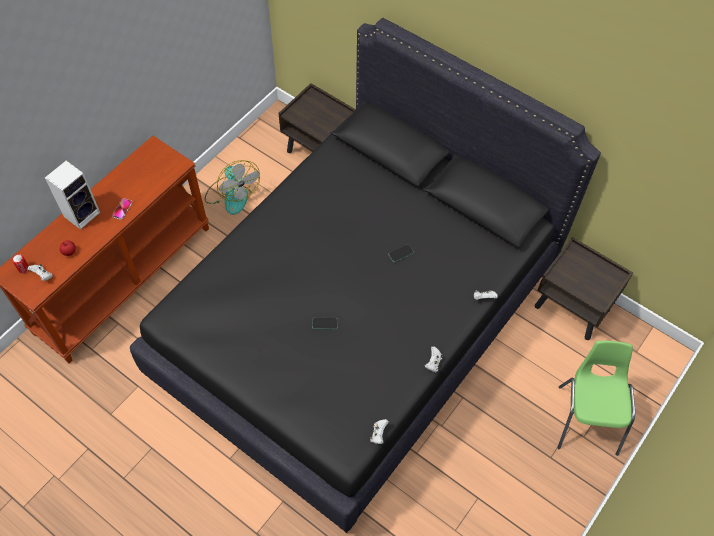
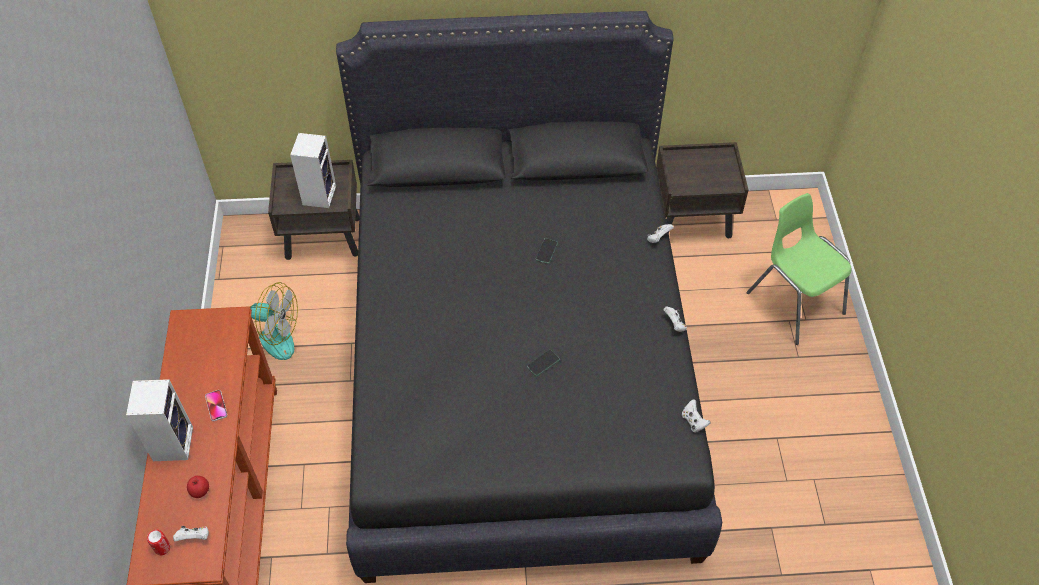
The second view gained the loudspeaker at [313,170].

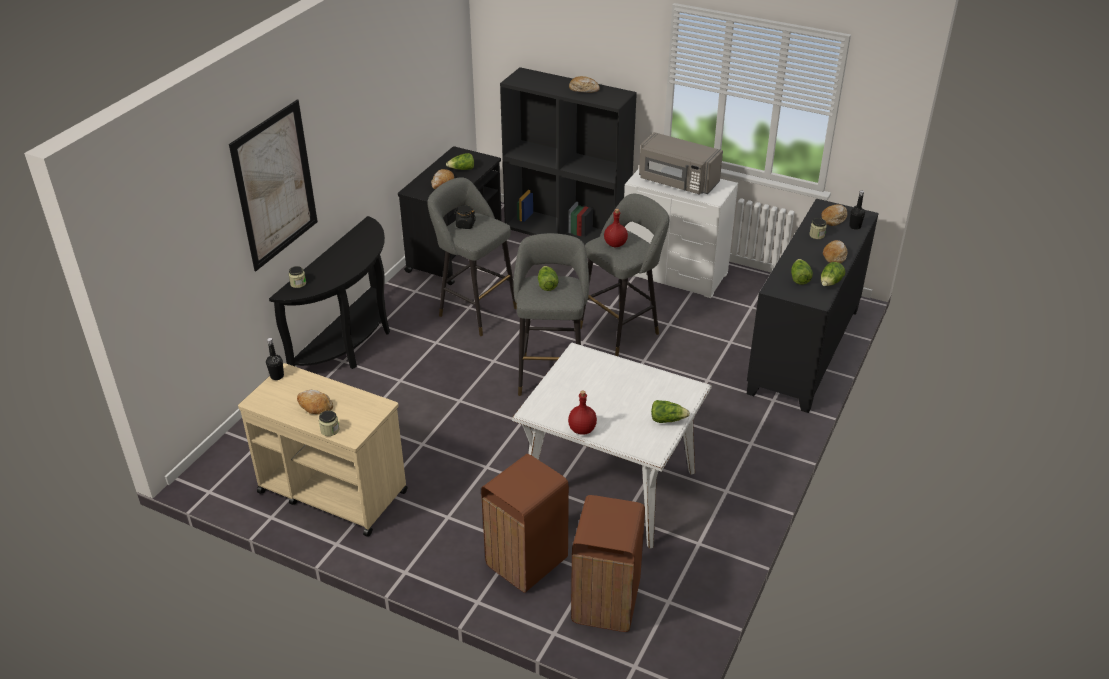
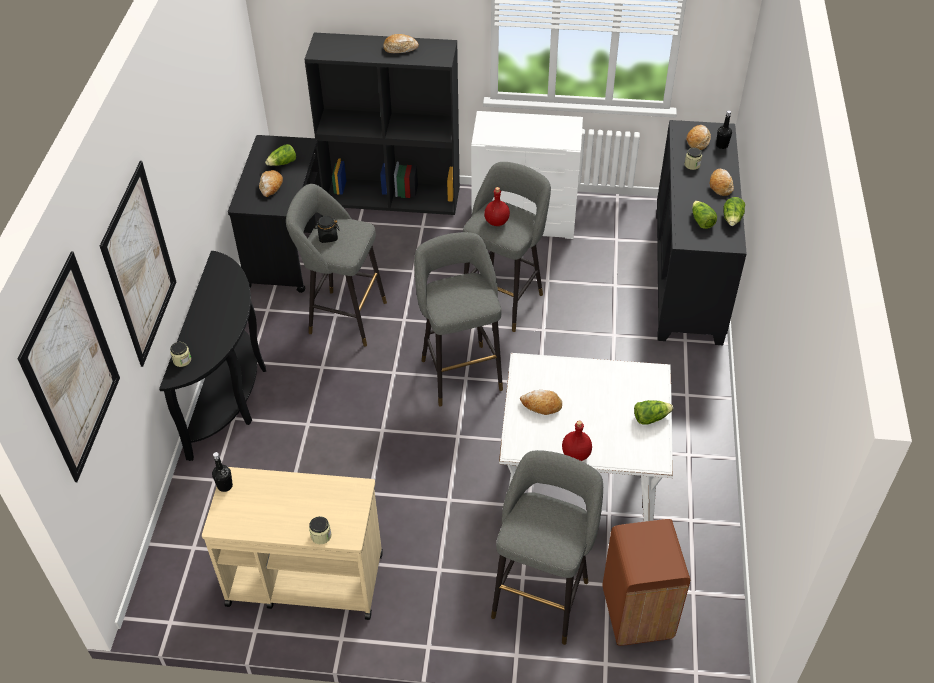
The bread ended up elsewhere, having gone from [315,402] to [541,402]. Where the waste bin (brown-coloured) stood at [525,523], the stool seat (gray) came to stand at [547,547]. The second view lost the head of lettuce at [548,278]. The second view lost the kitchen microwave (gray) at [681,163]. The second view gained the wall art at [69,366].

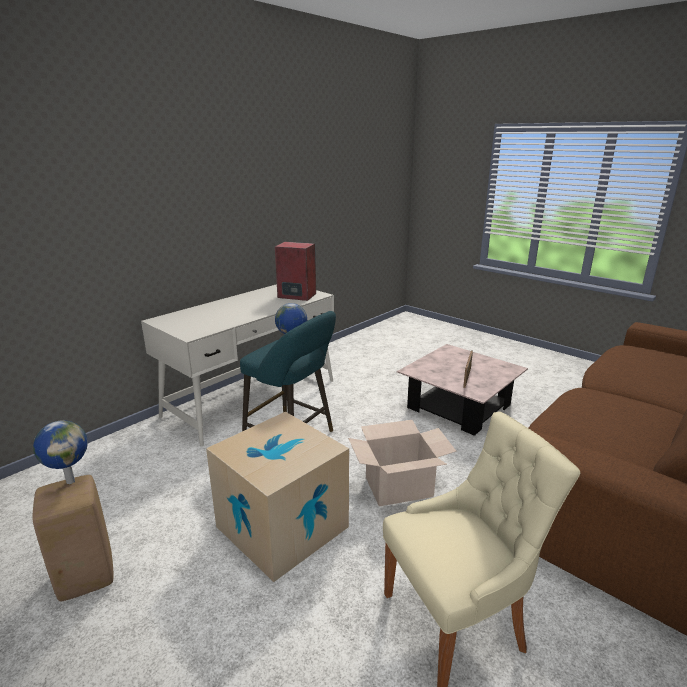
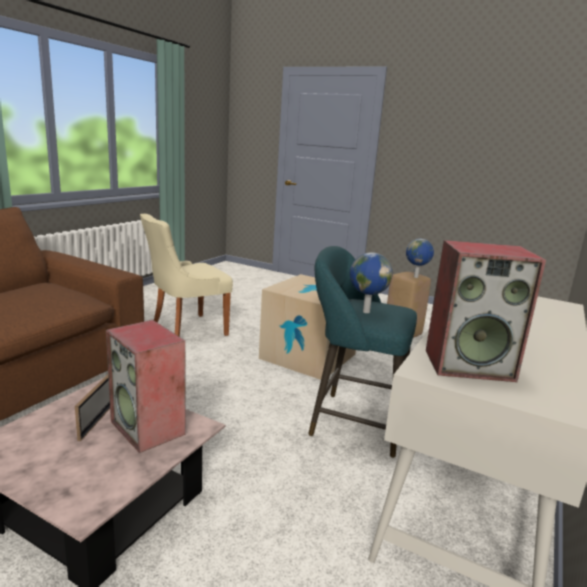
The second view lost the cardboard box at [402,463]. The second view gained the loudspeaker at [146,386].

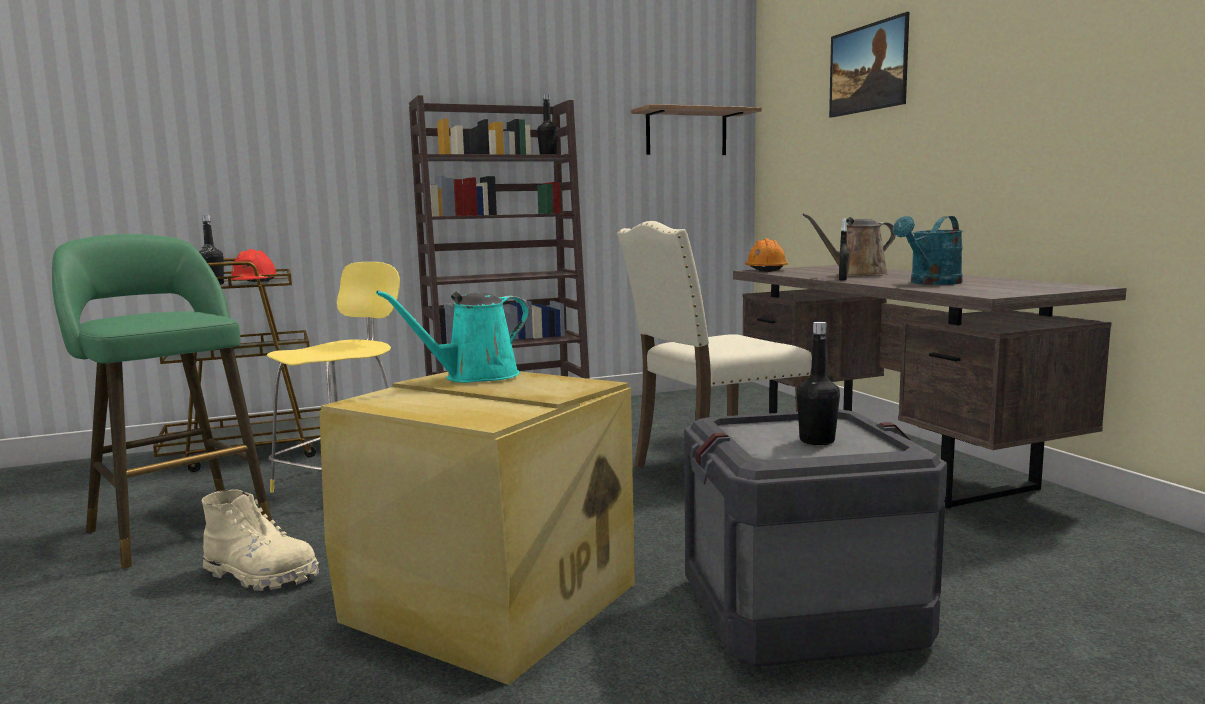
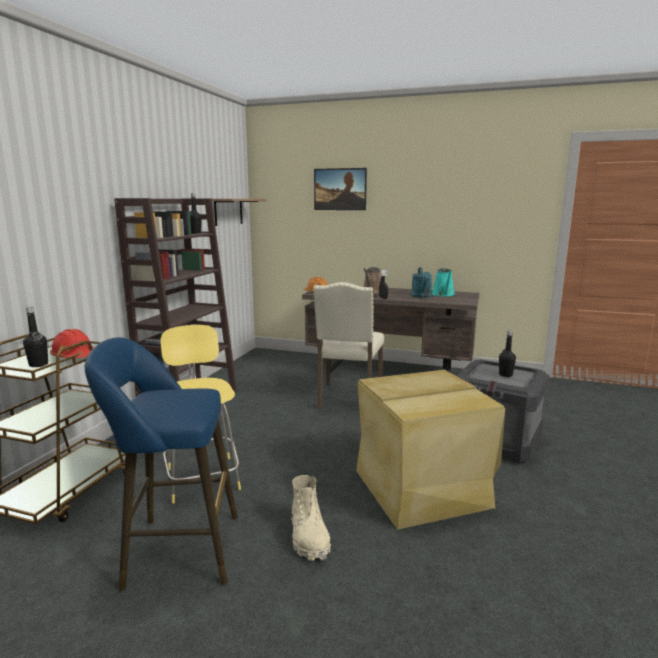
What was the stool seat (greenish) at [162,401] turned into the stool seat (blue-coloured) at [161,464]. The boot (sand-coloured) at [260,540] ended up facing another way, 105 degrees clockwise from before. The sprinkling can (blue-green) ended up elsewhere, having gone from [452,336] to [443,282].

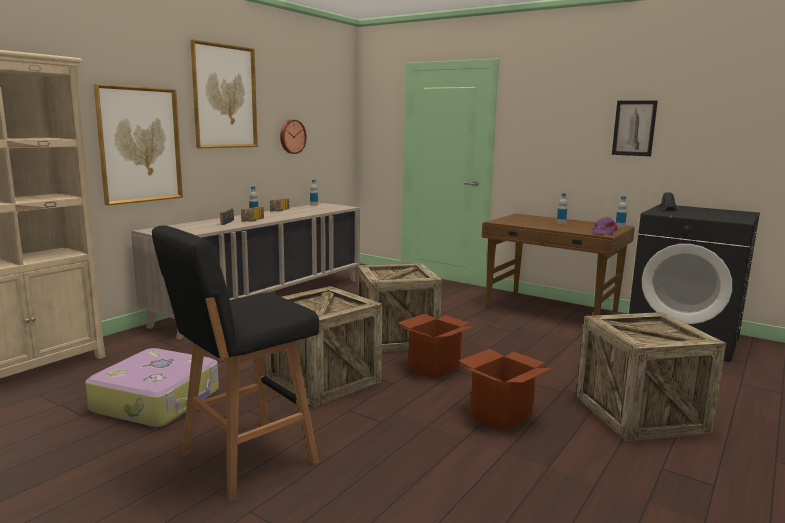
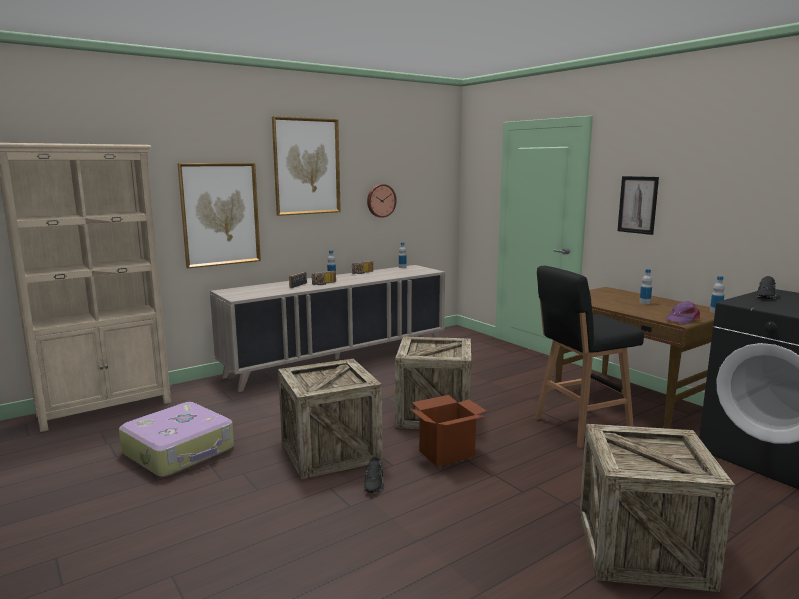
The stool seat (blackish) ended up elsewhere, having gone from [235,363] to [589,357]. The second view lost the cardboard box at [505,390]. The wall art ended up elsewhere, having gone from [635,128] to [638,205]. The second view gained the item of footwear (blackish) at [374,475].

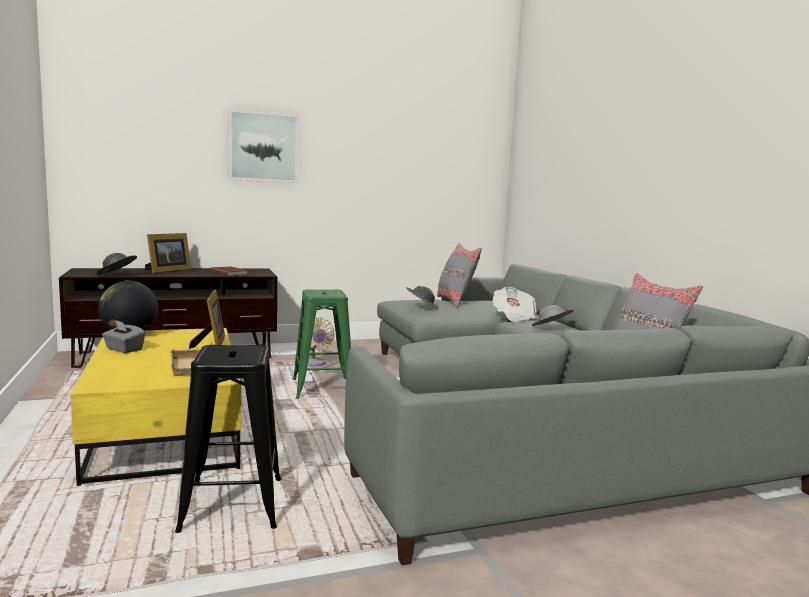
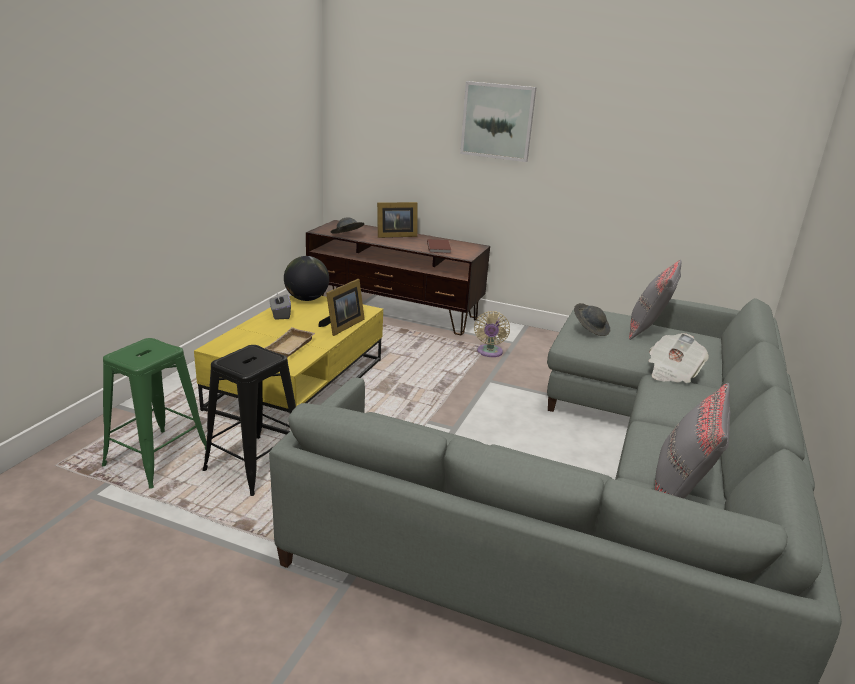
The stool seat (greenish) ended up elsewhere, having gone from [322,344] to [154,413]. The second view lost the clothing hat (gray) at [553,315].

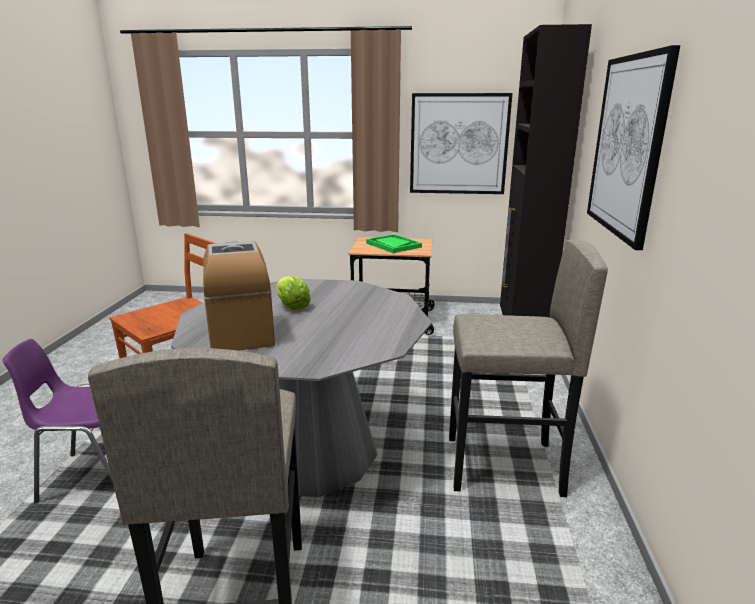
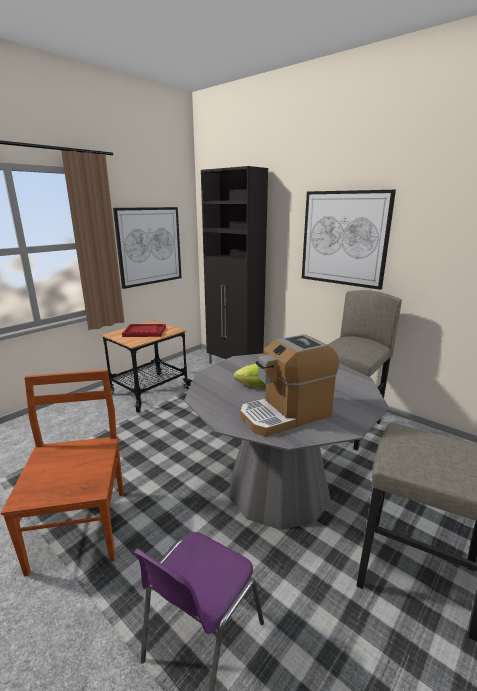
The coffee machine at [239,296] ended up facing another way, 45 degrees counterclockwise from before. What was the serving tray (greenish) at [394,243] turned into the serving tray (red) at [144,330].

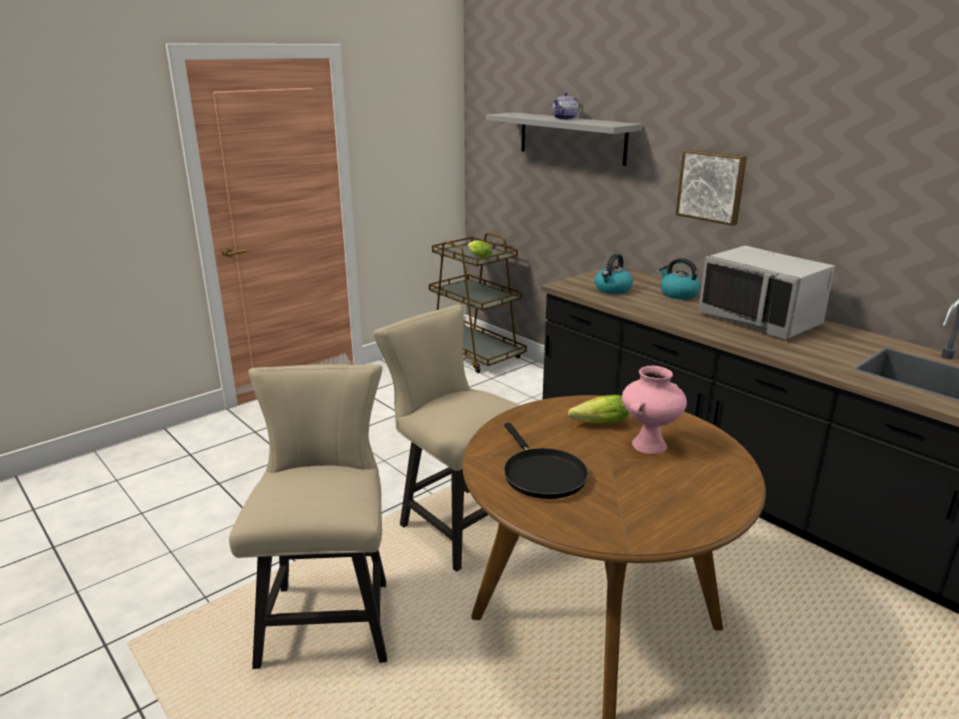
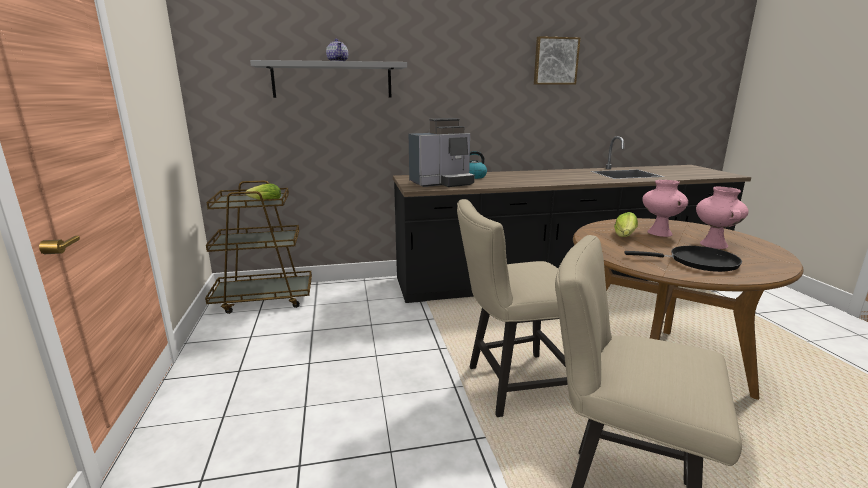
Where the kettle stood at [613,274], the coffee machine came to stand at [442,152]. The wall art ended up elsewhere, having gone from [711,187] to [557,60]. The second view lost the kitchen microwave (gray) at [766,292]. The second view gained the flower vase (pink) at [722,217].

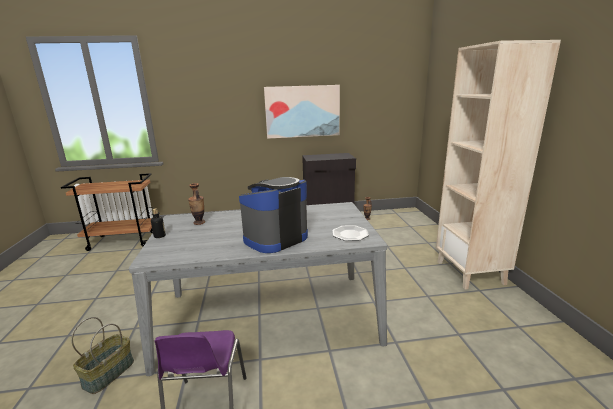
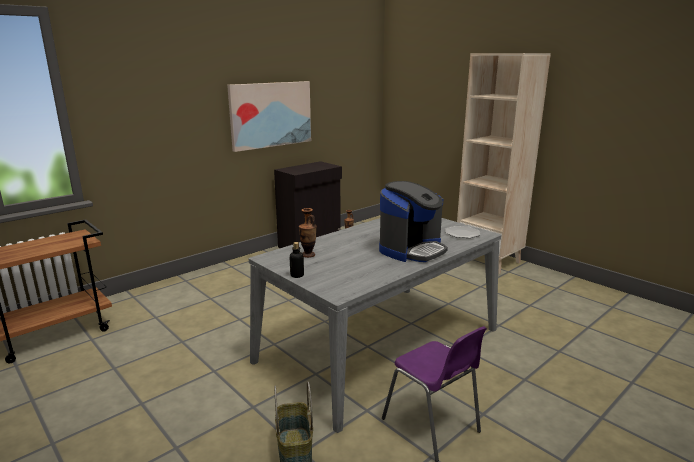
The coffee machine at [273,215] ended up facing another way, 150 degrees counterclockwise from before.

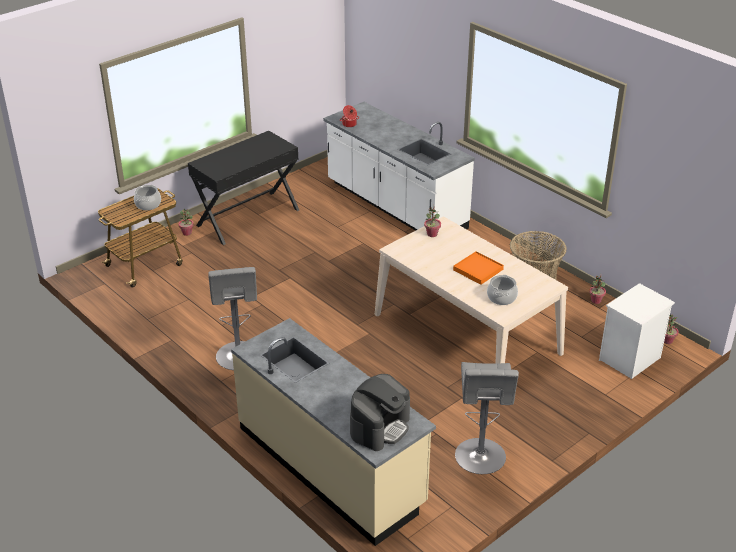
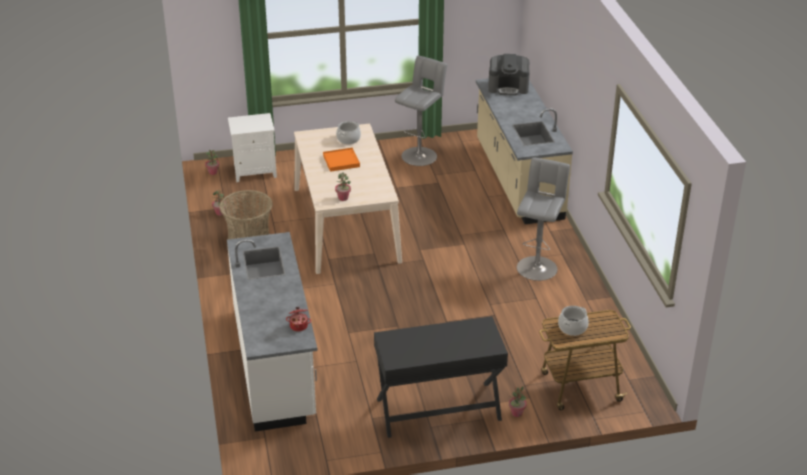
The coffee machine at [380,412] ended up facing another way, 150 degrees counterclockwise from before.

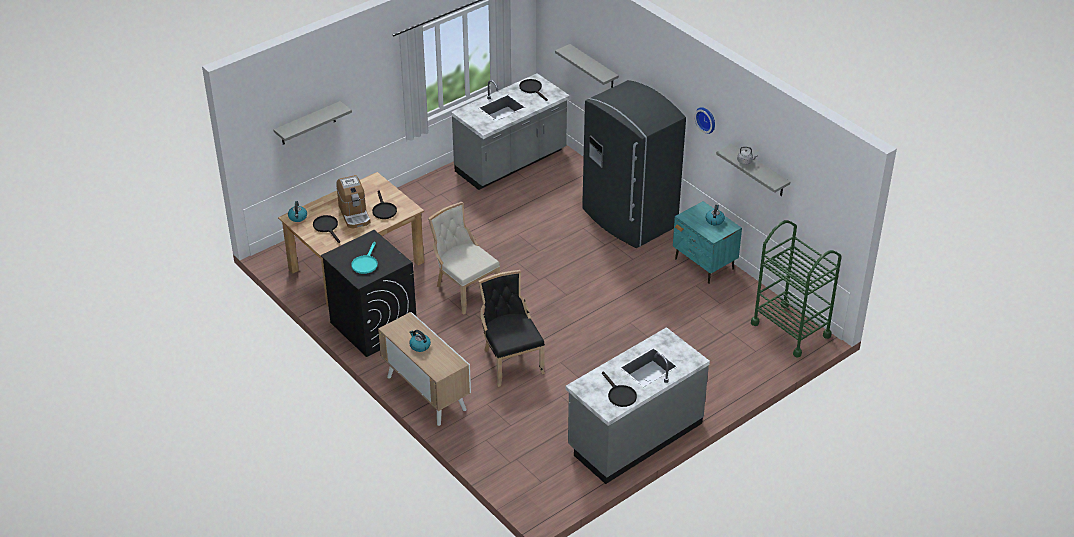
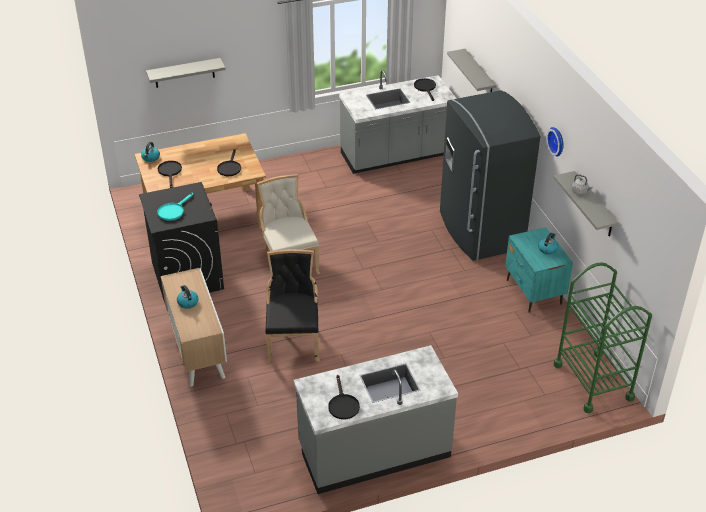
The second view lost the coffee machine at [353,202].

